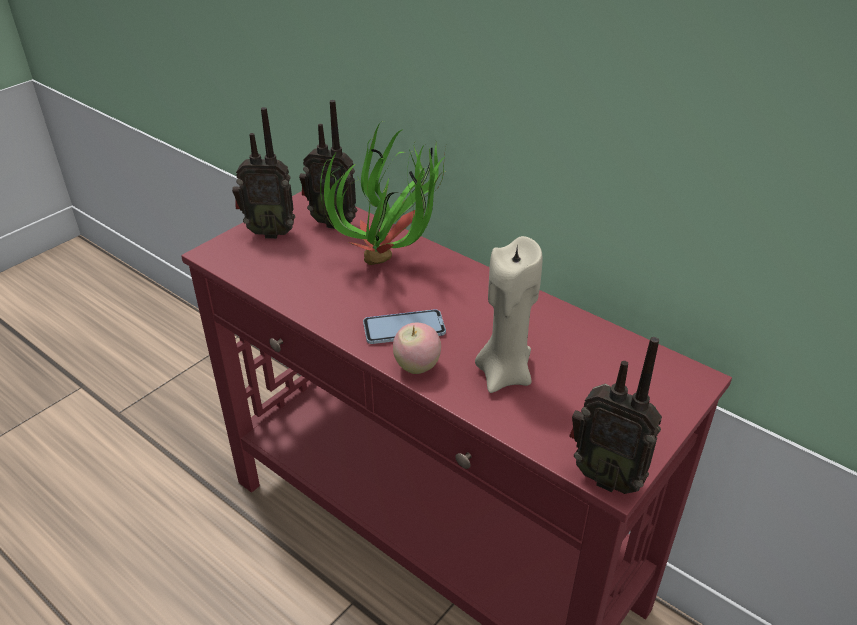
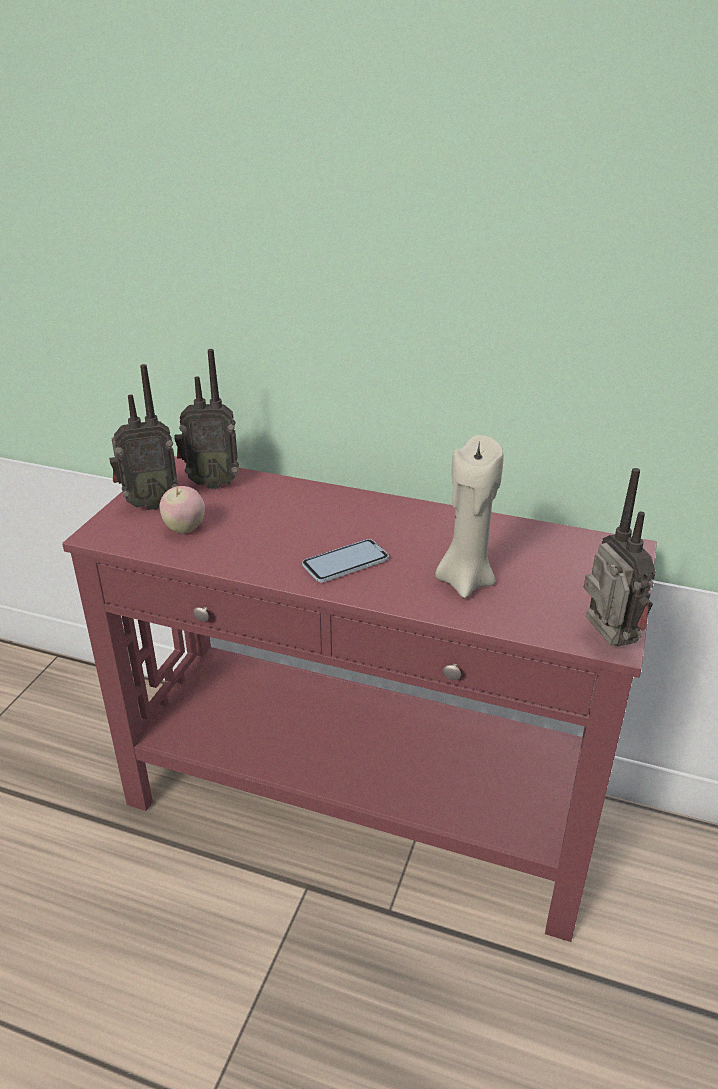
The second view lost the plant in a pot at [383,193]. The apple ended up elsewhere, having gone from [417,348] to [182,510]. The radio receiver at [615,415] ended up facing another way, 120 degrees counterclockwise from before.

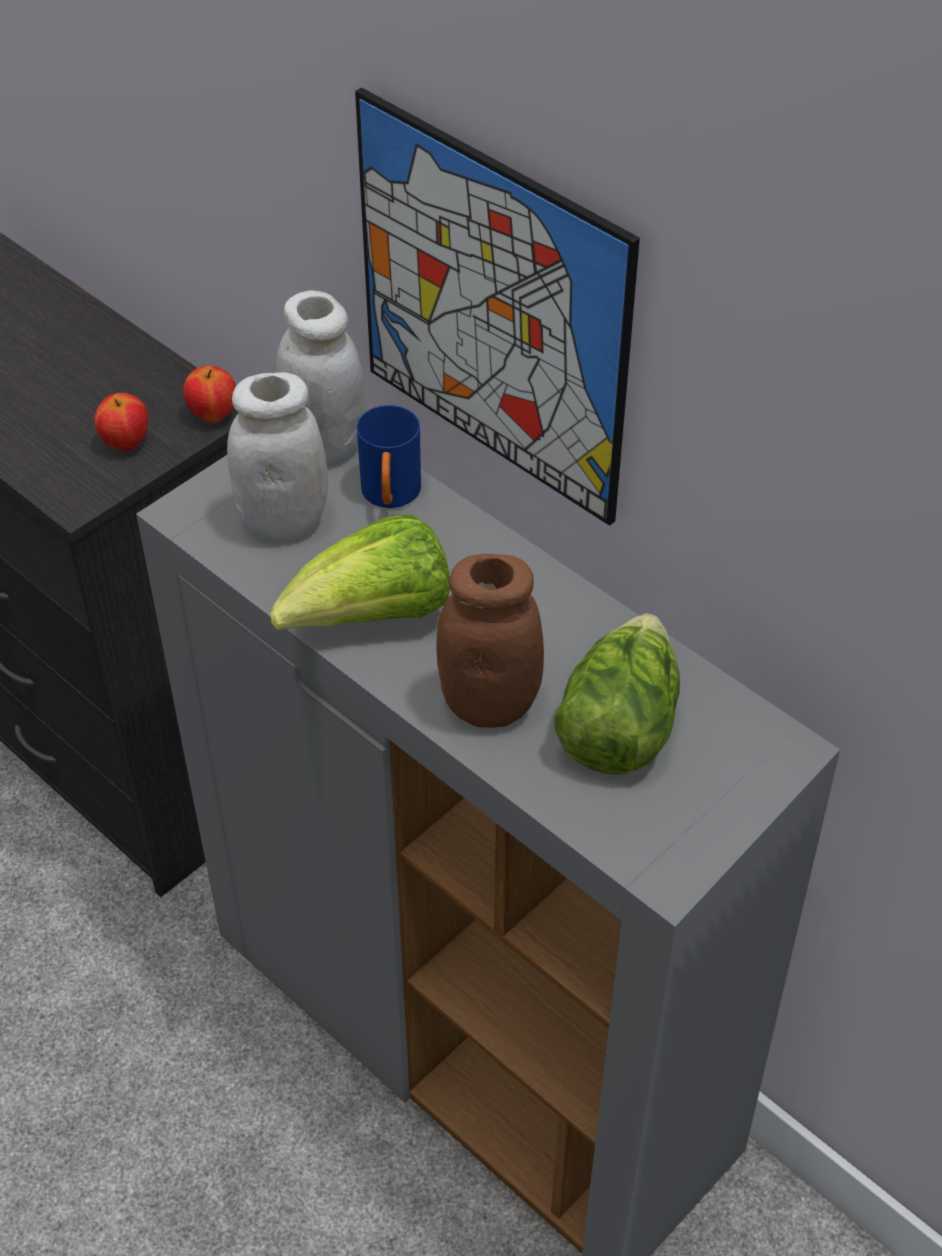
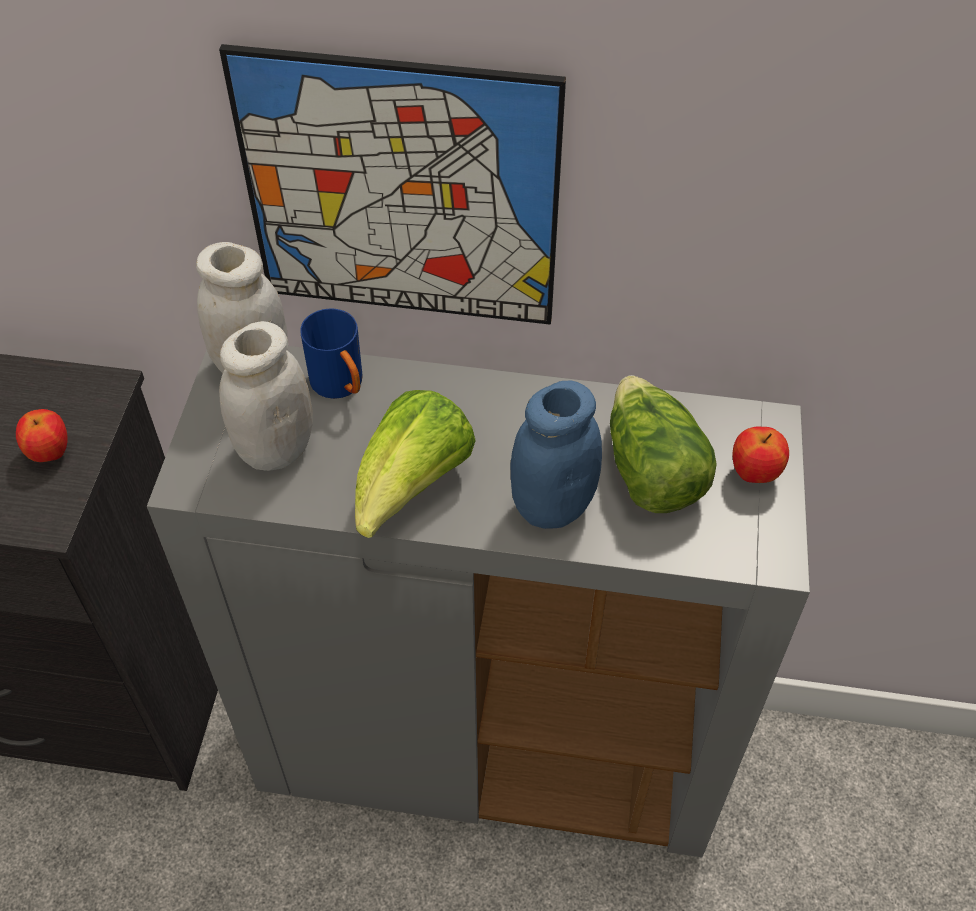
The apple ended up elsewhere, having gone from [209,394] to [760,455]. What was the storage jar (brown-coloured) at [490,641] turned into the storage jar (blue-coloured) at [556,455].

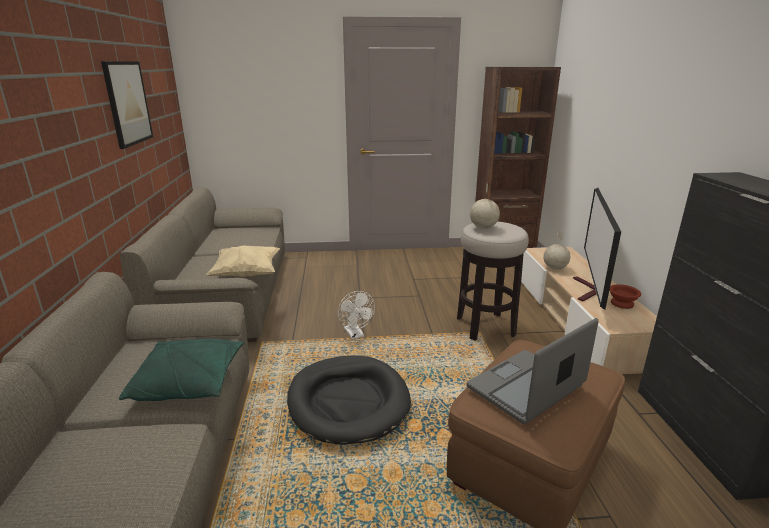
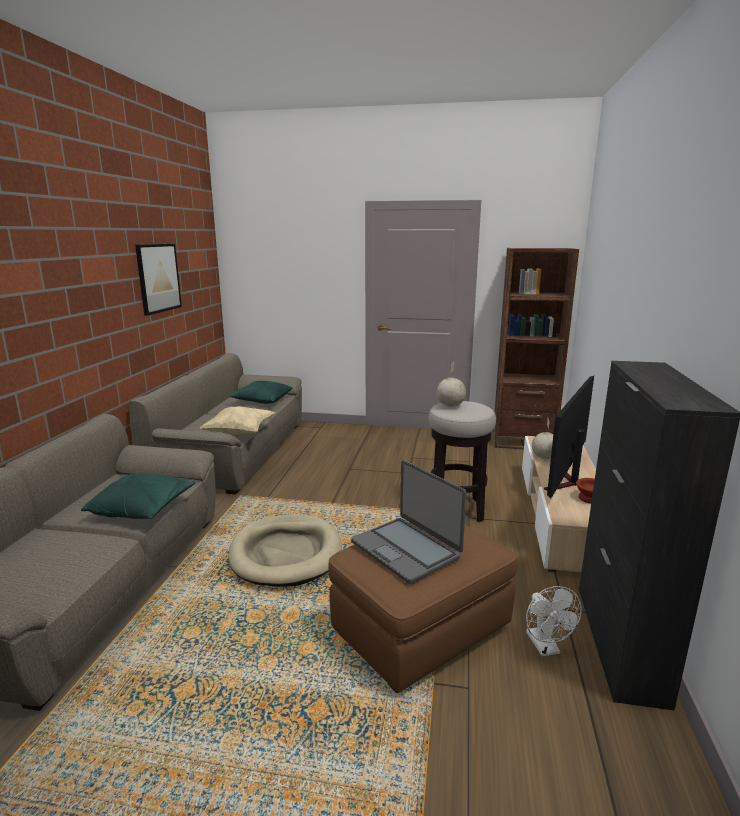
What was the dog cushion (blackish) at [349,400] turned into the dog cushion (sand-coloured) at [285,550]. The electric fan (whitish) ended up elsewhere, having gone from [356,315] to [554,621]. The notebook computer at [532,371] ended up facing another way, 105 degrees counterclockwise from before. The second view gained the pillow (greenish) at [260,392].

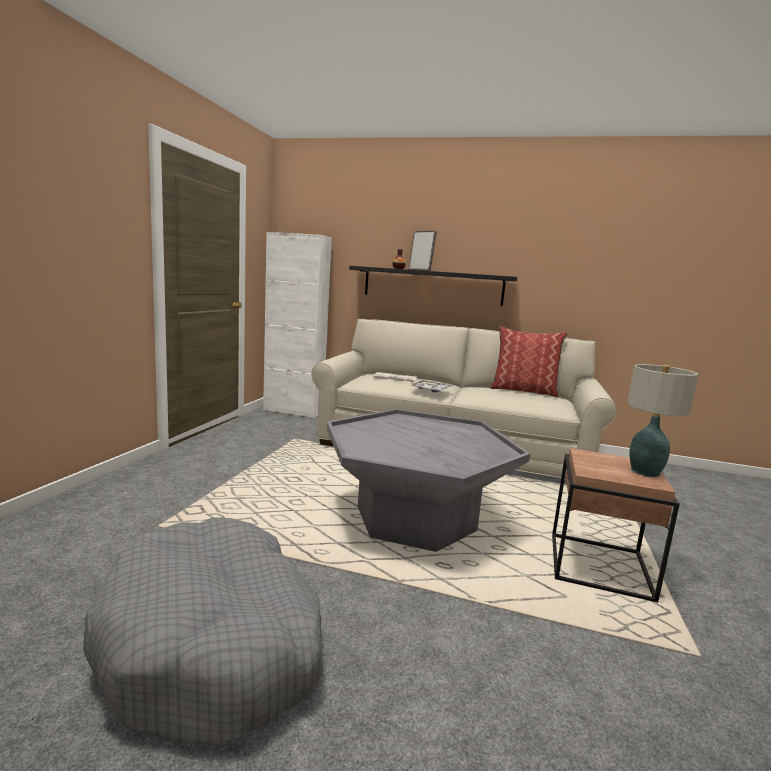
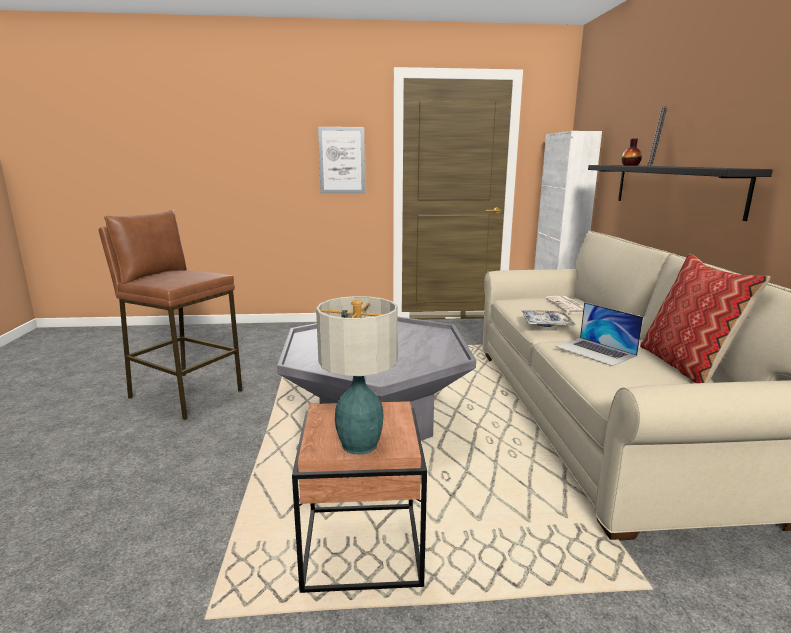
Where the dog cushion (gray) stood at [203,632], the stool seat (brown-coloured) came to stand at [171,314]. The second view gained the wall art at [341,160]. The second view gained the notebook computer at [599,334].

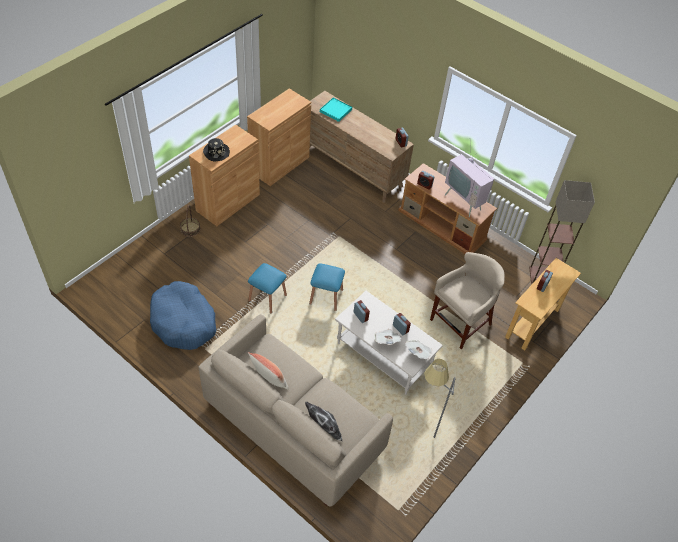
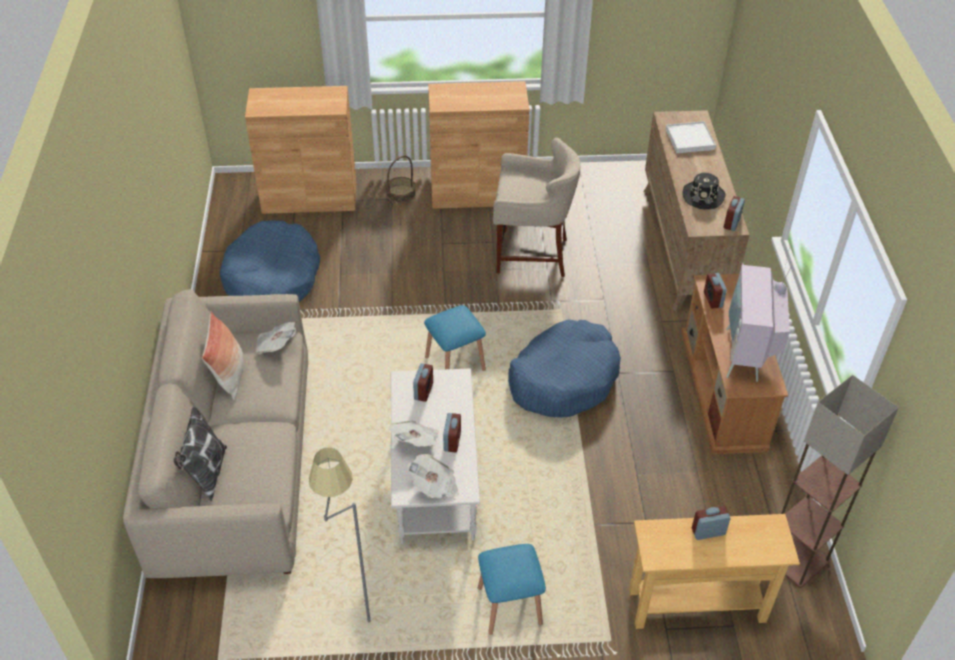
The clothing hat (blackish) ended up elsewhere, having gone from [216,150] to [703,191]. The cabinet (brown-coloured) ended up elsewhere, having gone from [279,137] to [300,150]. The stool seat (blue-coloured) ended up elsewhere, having gone from [267,288] to [512,589]. What was the serving tray (blue-green) at [336,109] turned into the serving tray (whitish) at [691,137]. The stool seat (sand-coloured) ended up elsewhere, having gone from [467,300] to [537,207]. The second view gained the newspaper at [275,337]. The second view gained the dog cushion (blue-coloured) at [564,368].

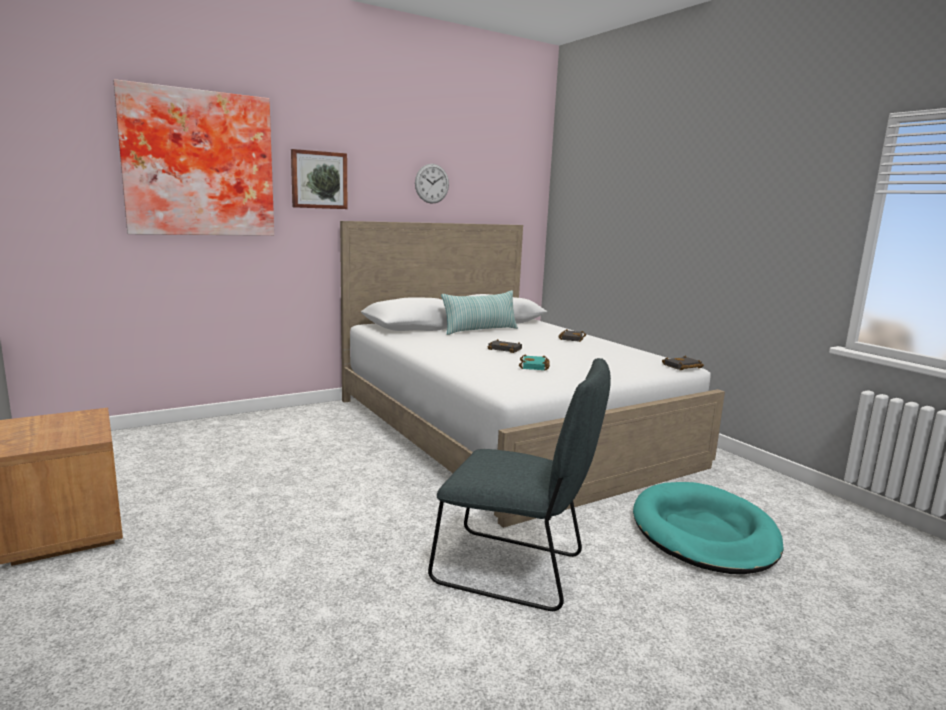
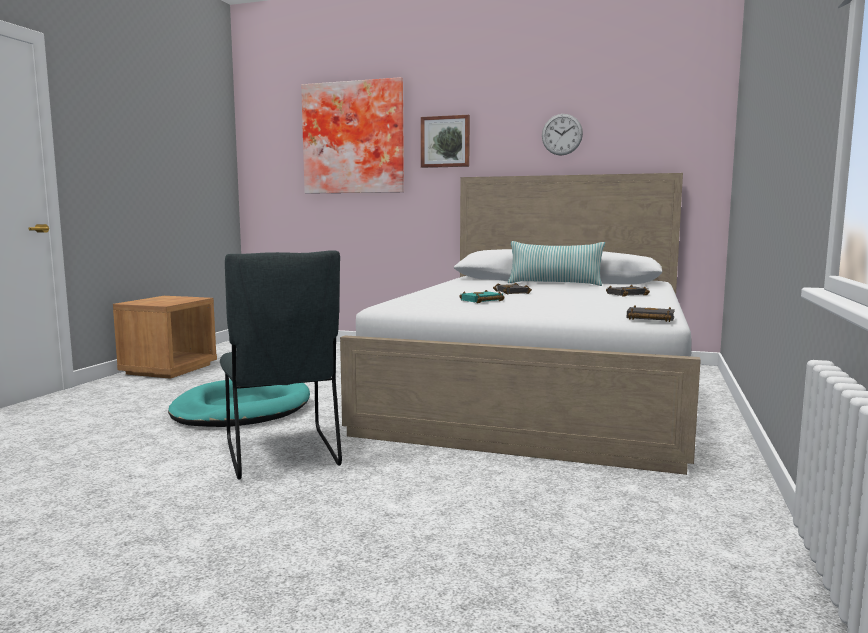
The dog cushion (blue-green) ended up elsewhere, having gone from [708,528] to [239,403].

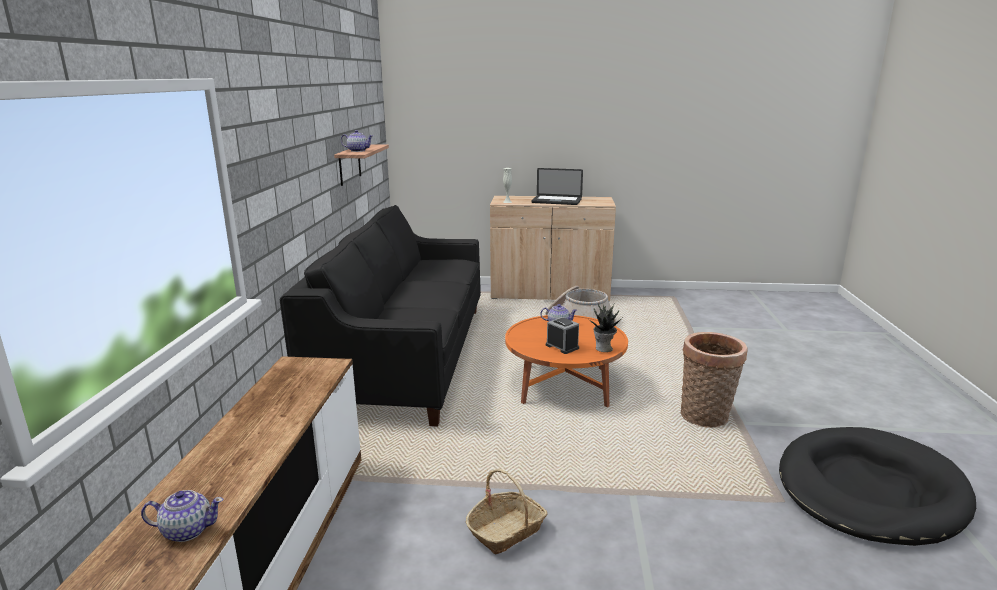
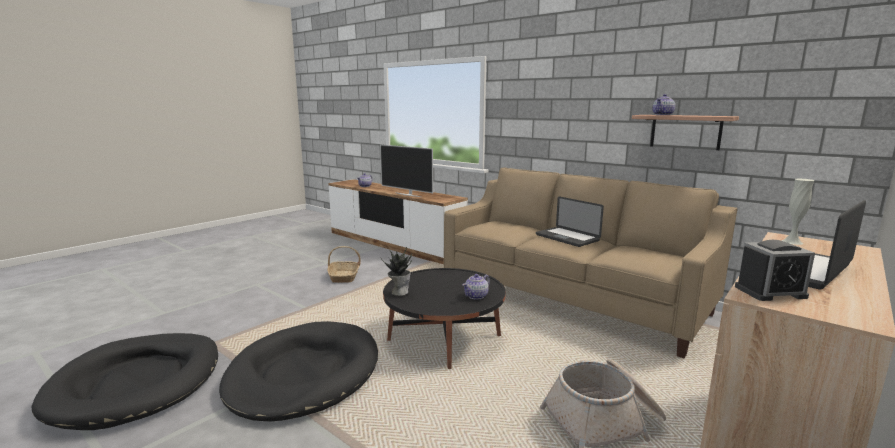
What was the settee (blackish) at [380,316] turned into the settee (sand-coloured) at [590,262]. What was the coffee table (orange) at [566,361] turned into the coffee table (blackish) at [444,318]. The alarm clock ended up elsewhere, having gone from [562,335] to [775,270]. Where the household basket stood at [714,380], the dog cushion (blackish) came to stand at [298,371]. The second view gained the TV at [406,170]. The second view gained the notebook computer at [570,221].

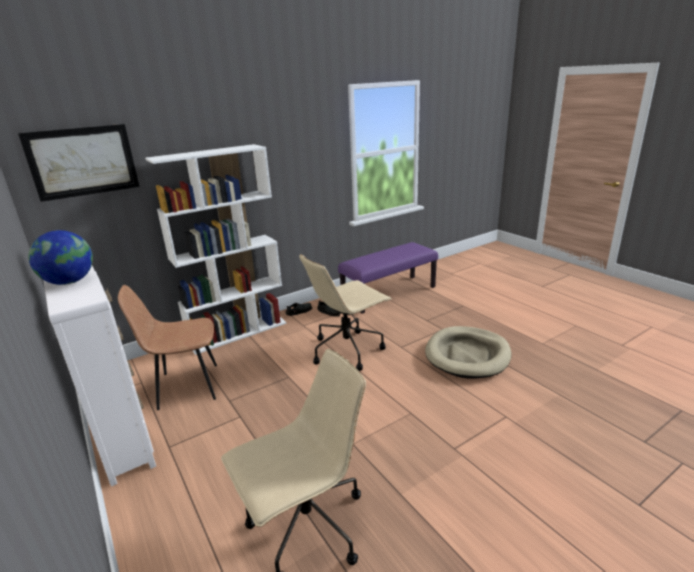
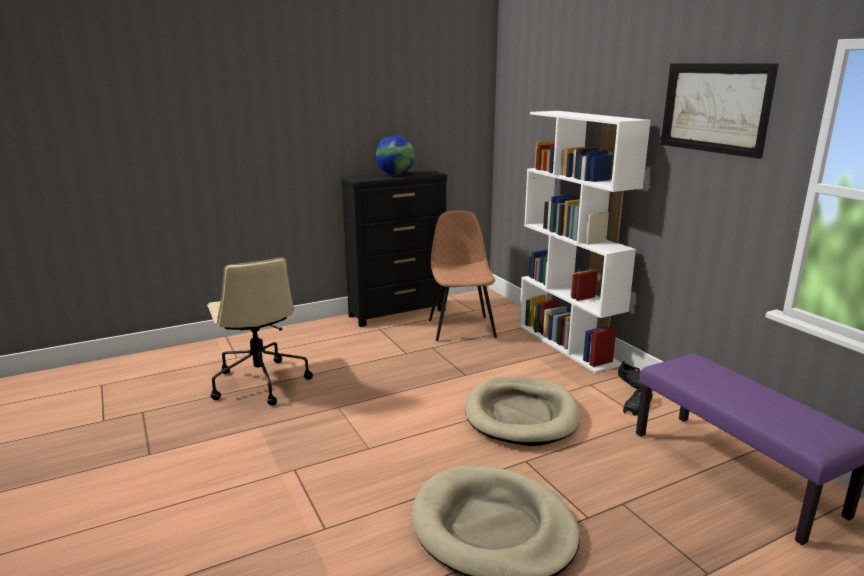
The wall art ended up elsewhere, having gone from [79,163] to [720,111]. What was the drawer chest (whitish) at [100,376] turned into the drawer chest (blackish) at [394,248]. Where the desk chair (sand-coloured) stood at [345,312], the dog cushion (sand-coloured) came to stand at [522,411].

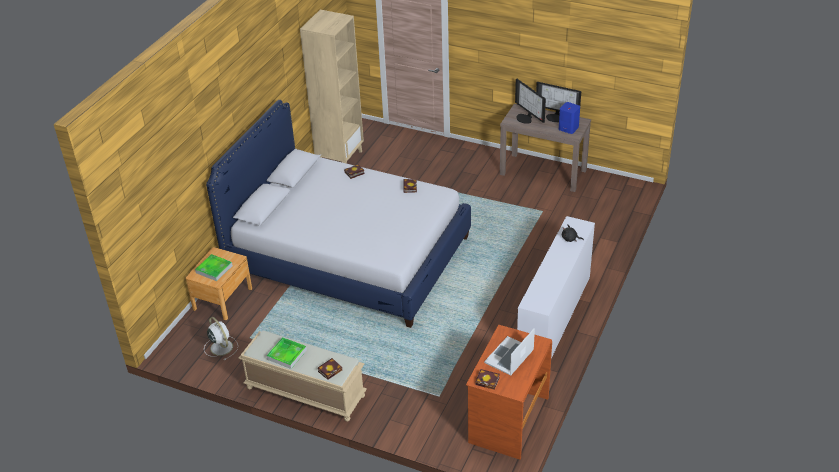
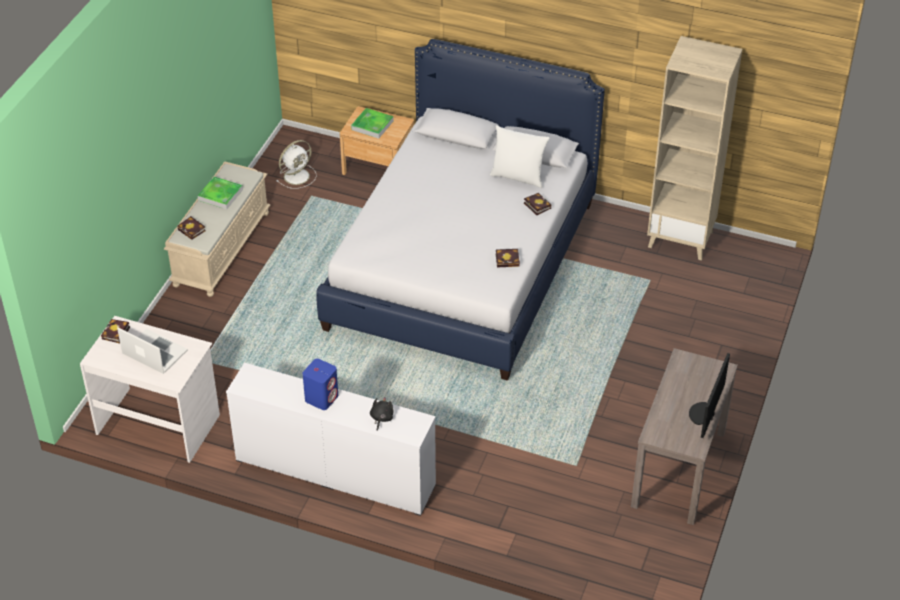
What was the desk (brown-coloured) at [509,392] turned into the desk (whitish) at [150,389]. The second view lost the computer screen at [530,101]. The loudspeaker (blue-coloured) ended up elsewhere, having gone from [569,118] to [320,384]. The second view gained the pillow (whitish) at [520,156].

